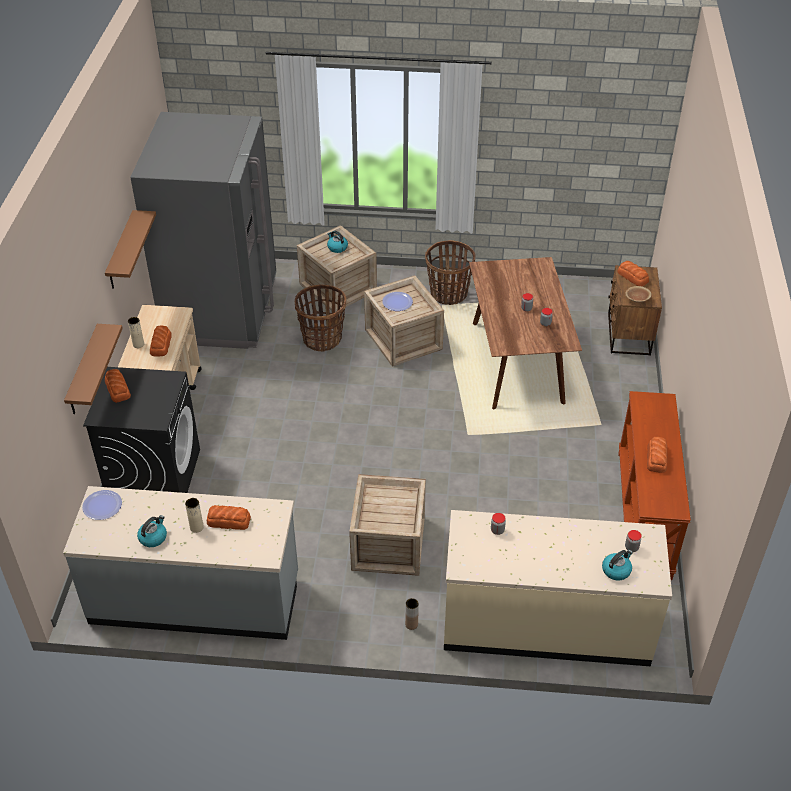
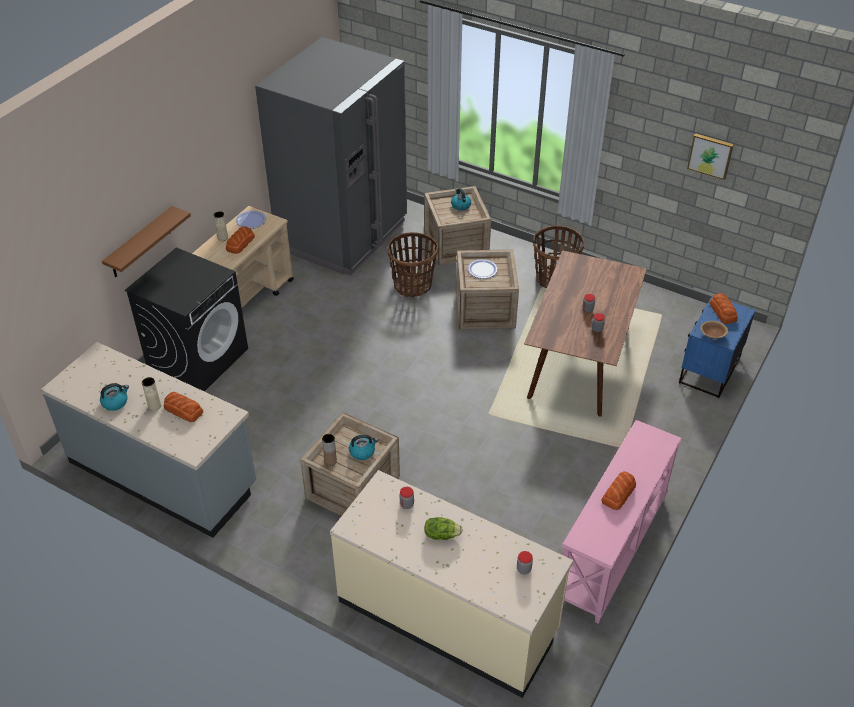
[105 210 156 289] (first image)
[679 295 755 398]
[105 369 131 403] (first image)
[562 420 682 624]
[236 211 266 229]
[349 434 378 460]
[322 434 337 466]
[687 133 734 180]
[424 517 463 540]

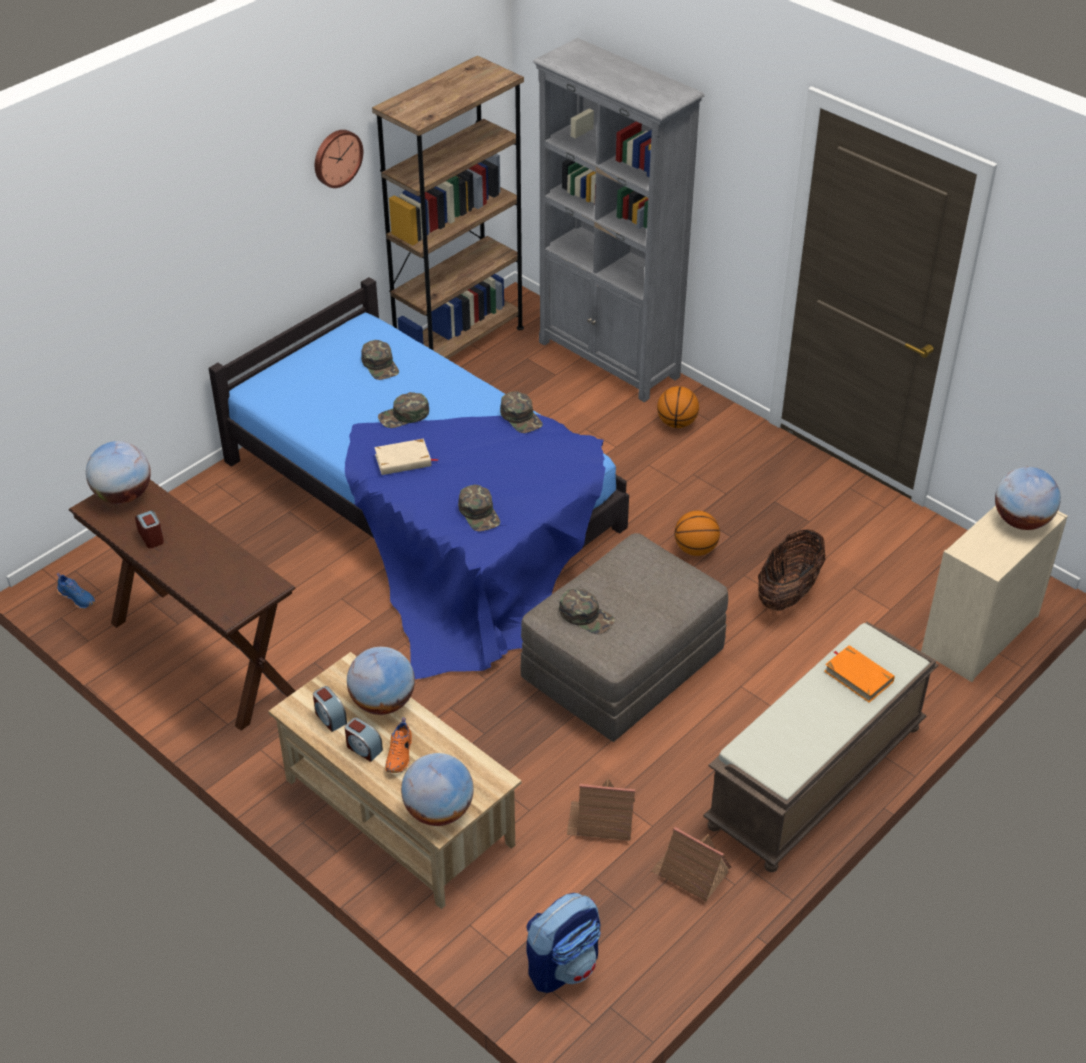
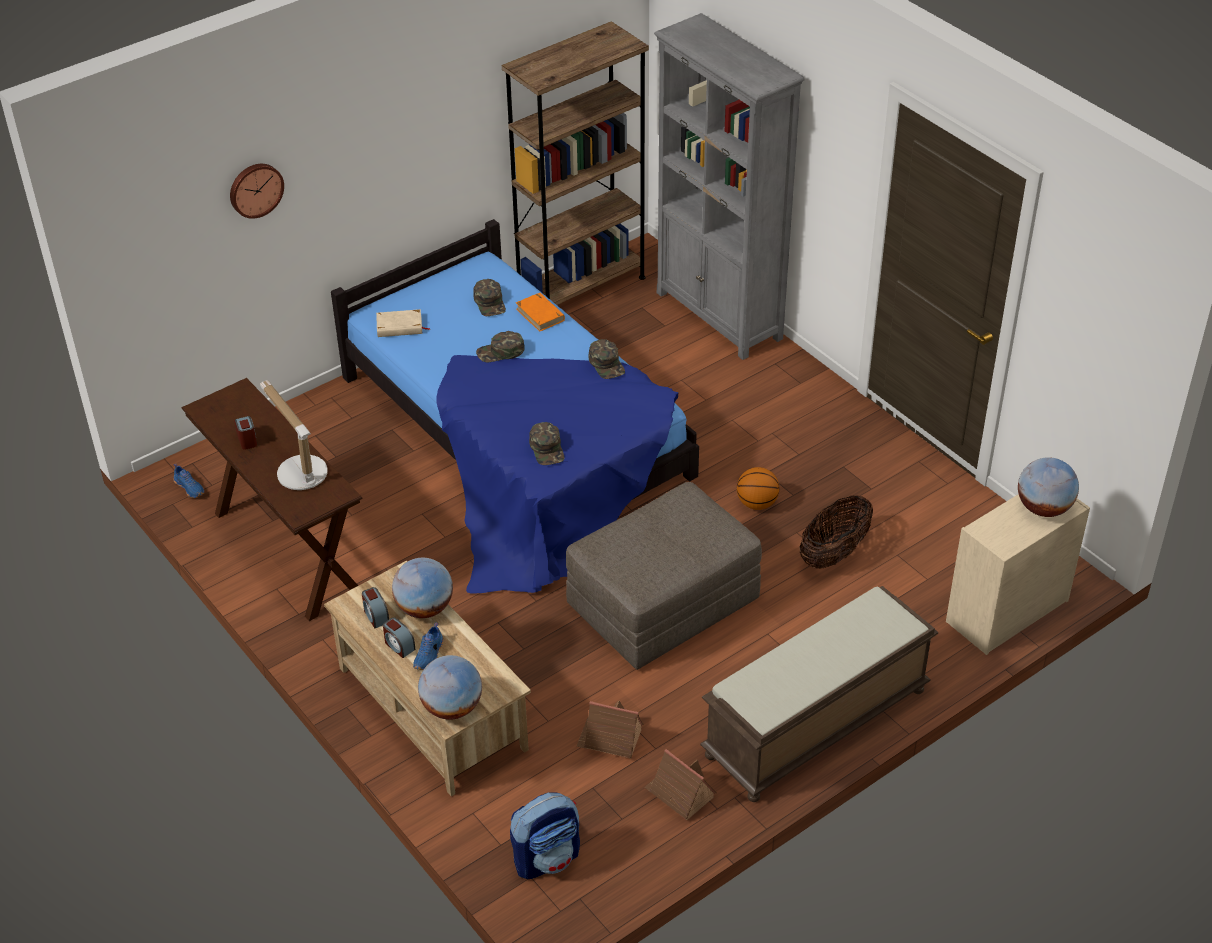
[230 164 284 219]
[657 386 699 428] (first image)
[376 309 430 337]
[86 441 151 504] (first image)
[559 589 615 634] (first image)
[516 292 565 332]
[413 622 443 670]
[260 380 328 490]

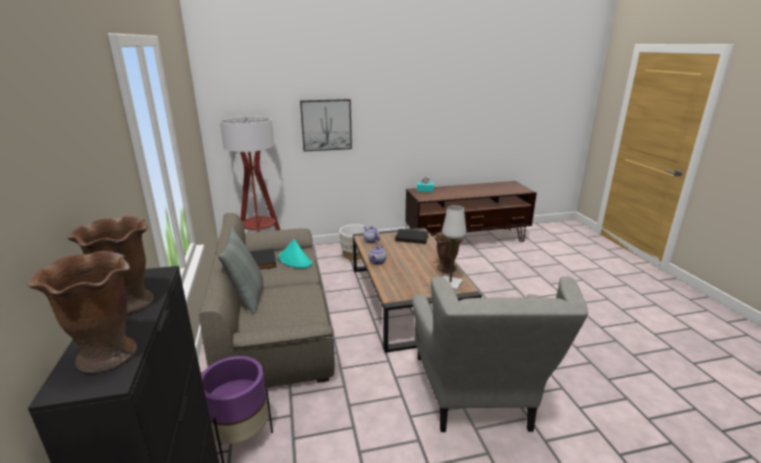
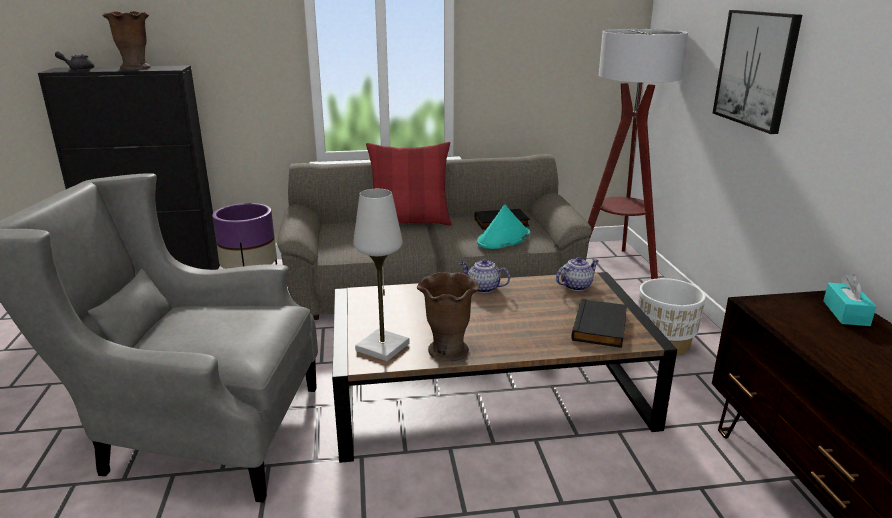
[366 142 452 225]
[55 51 94 71]

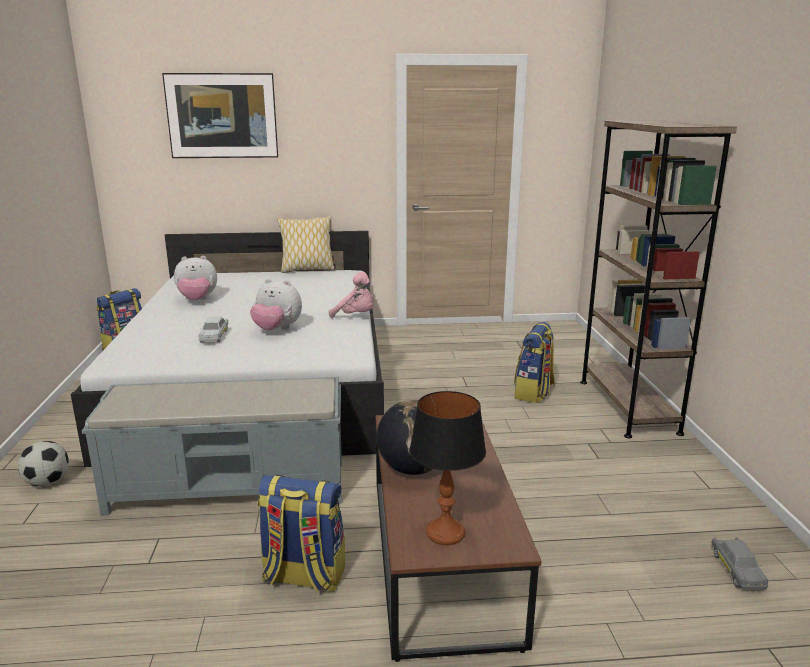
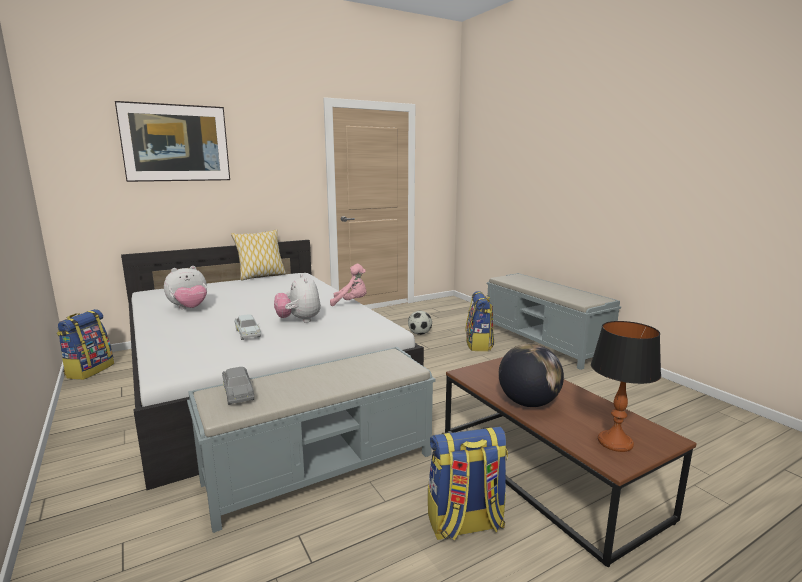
[487 273 621 370]
[274 274 321 322]
[408 311 432 335]
[222 367 254 405]

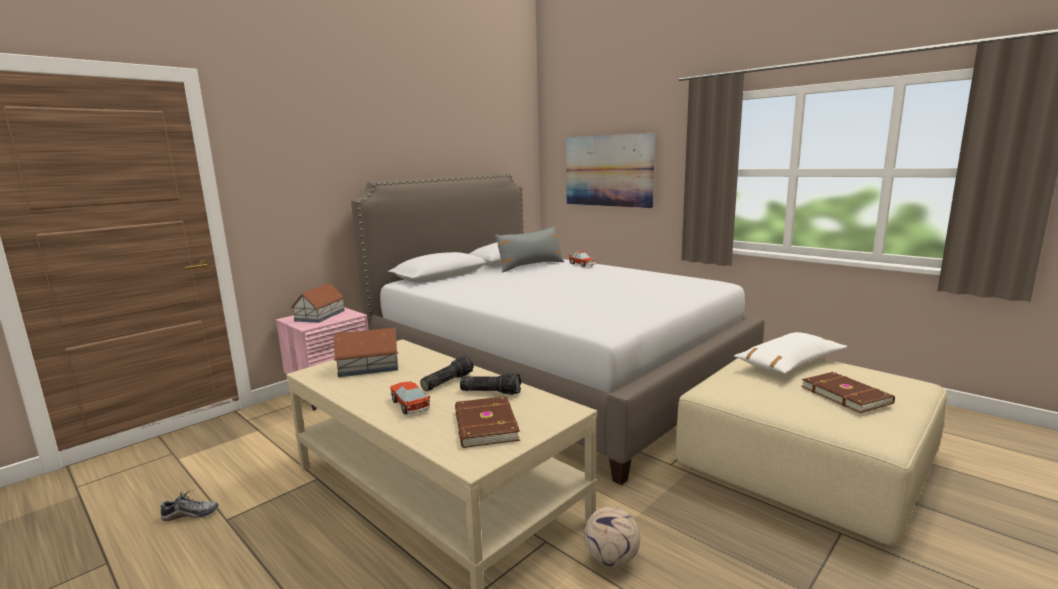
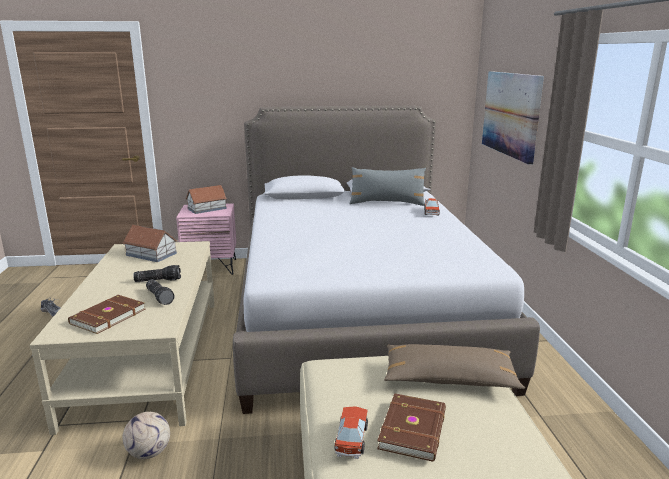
[384 344 525 389]
[334 406 368 459]

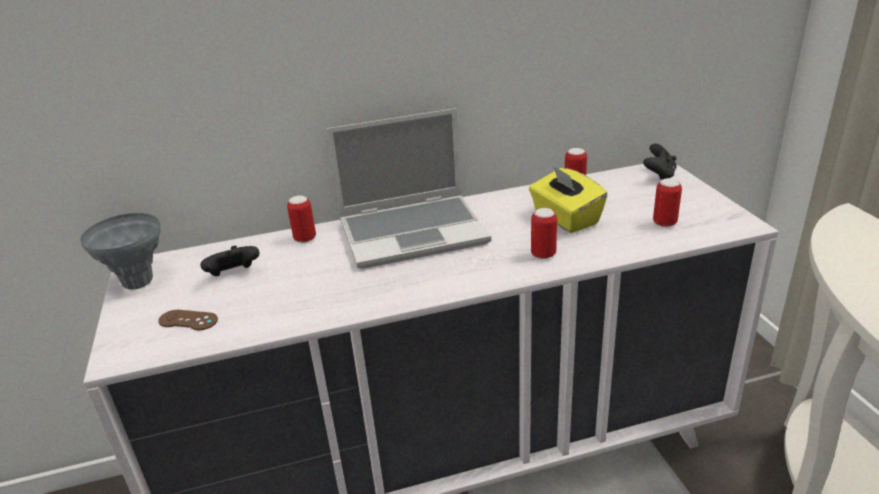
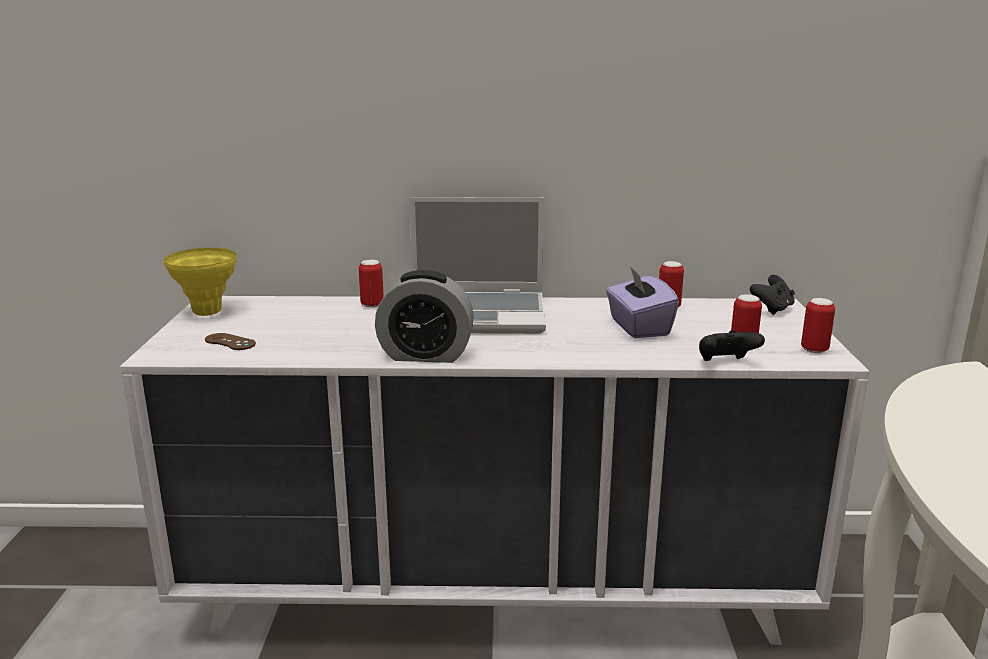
[606 266 679 338]
[801 298 835 353]
[164 248 237 316]
[699 330 765 361]
[375 270 474 363]

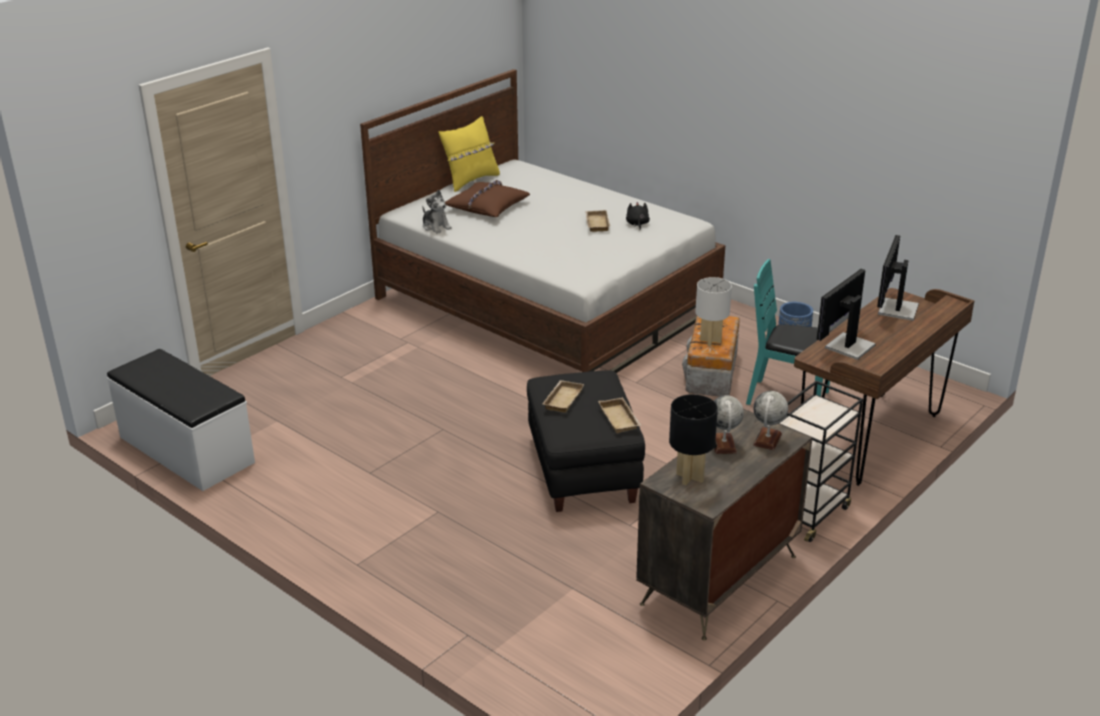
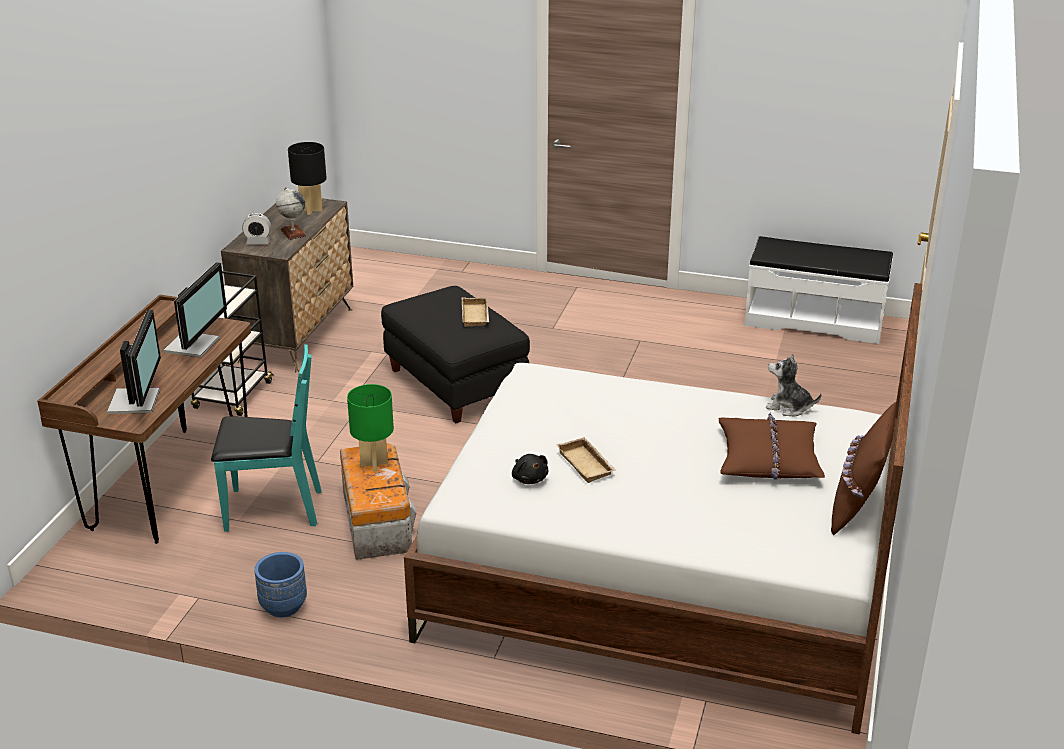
[831 402 896 535]
[347 384 394 472]
[242 213 271 244]
[598 397 641 434] (first image)

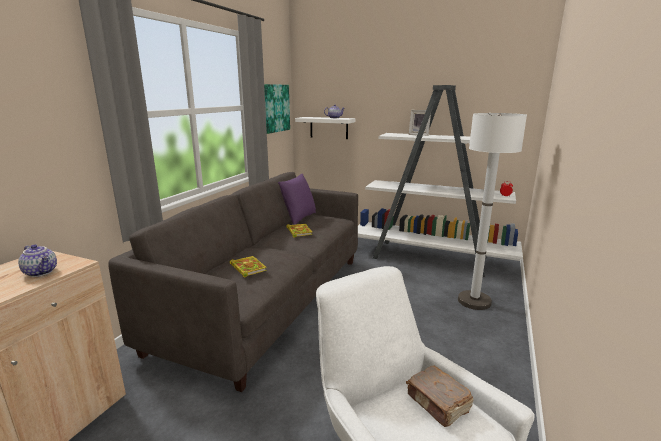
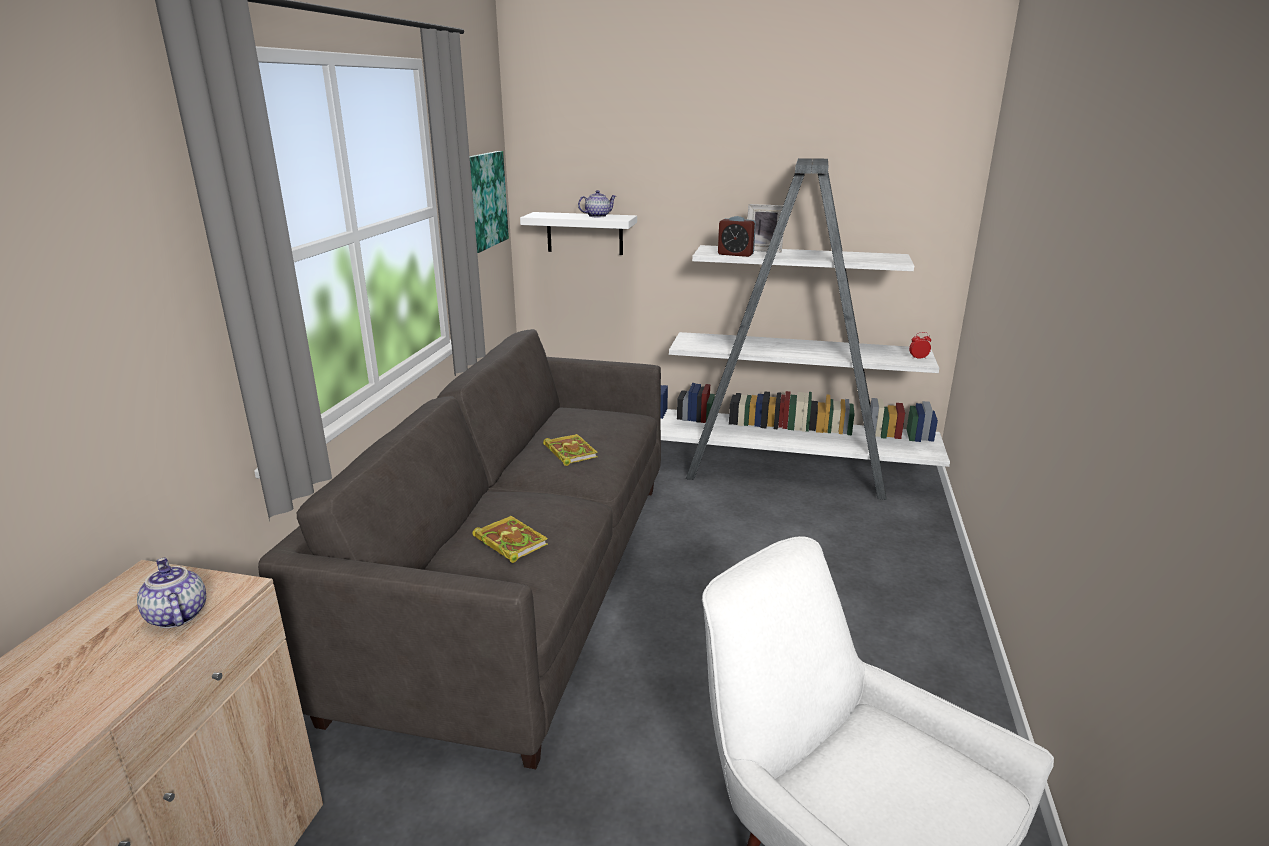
[458 113 527 310] (first image)
[278 174 316 225] (first image)
[137 558 206 628]
[406 366 474 427] (first image)
[718 216 756 257]

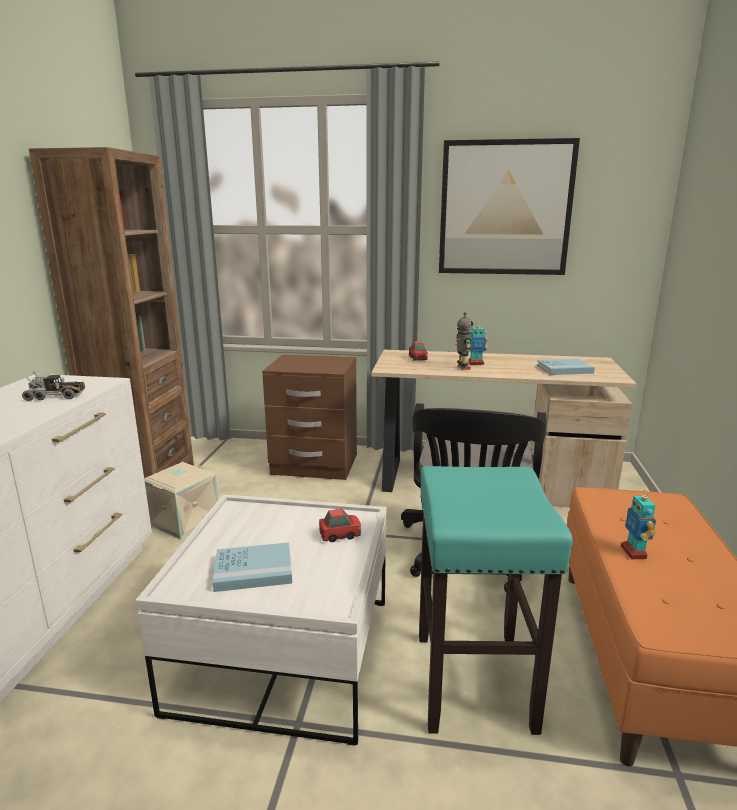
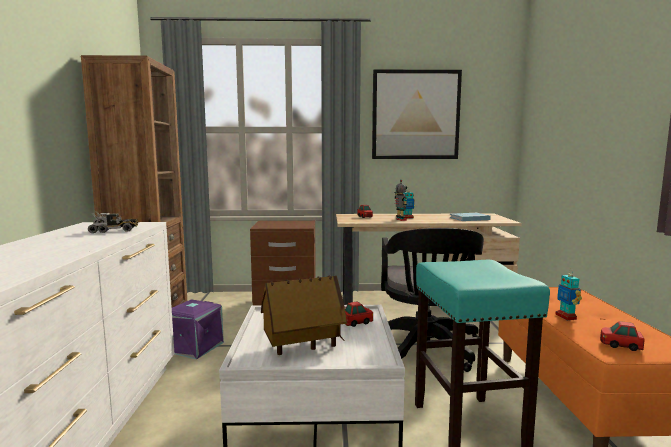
[172 299 224 359]
[261 275 347 355]
[600 321 645 351]

